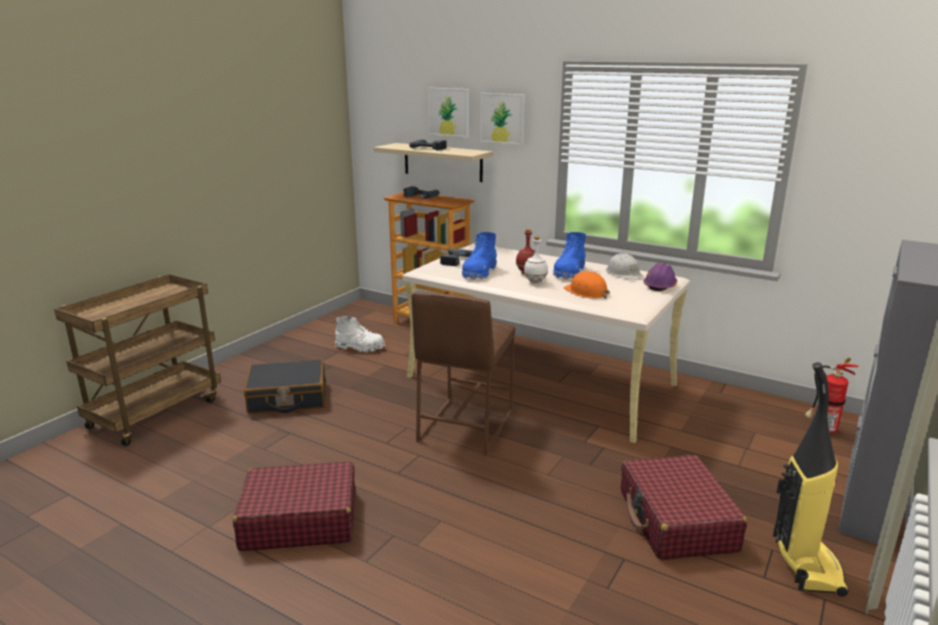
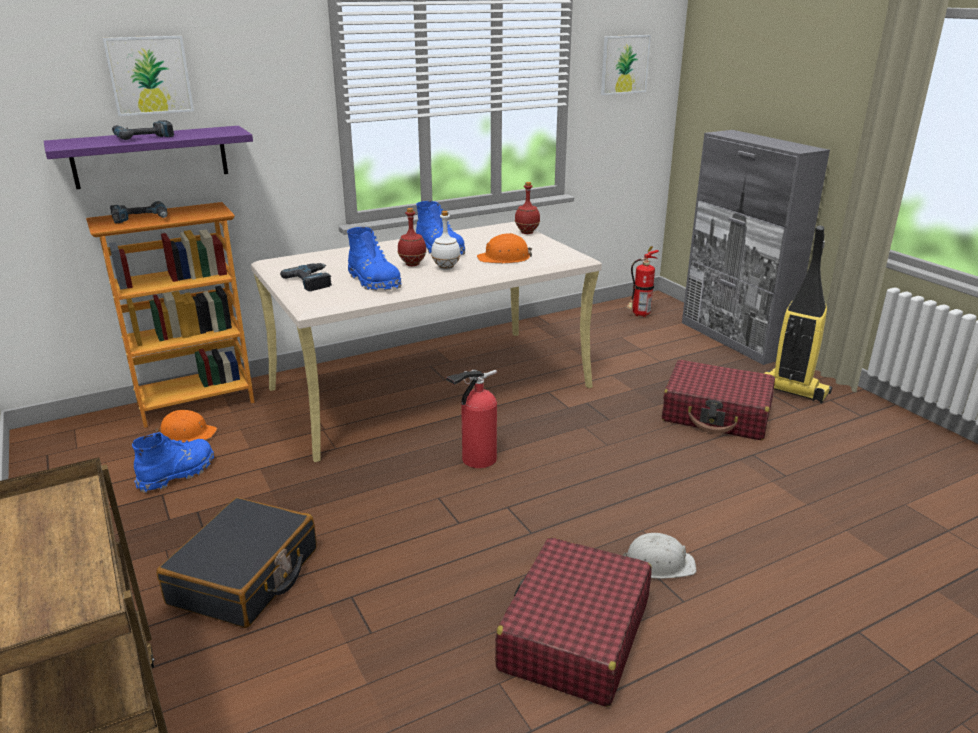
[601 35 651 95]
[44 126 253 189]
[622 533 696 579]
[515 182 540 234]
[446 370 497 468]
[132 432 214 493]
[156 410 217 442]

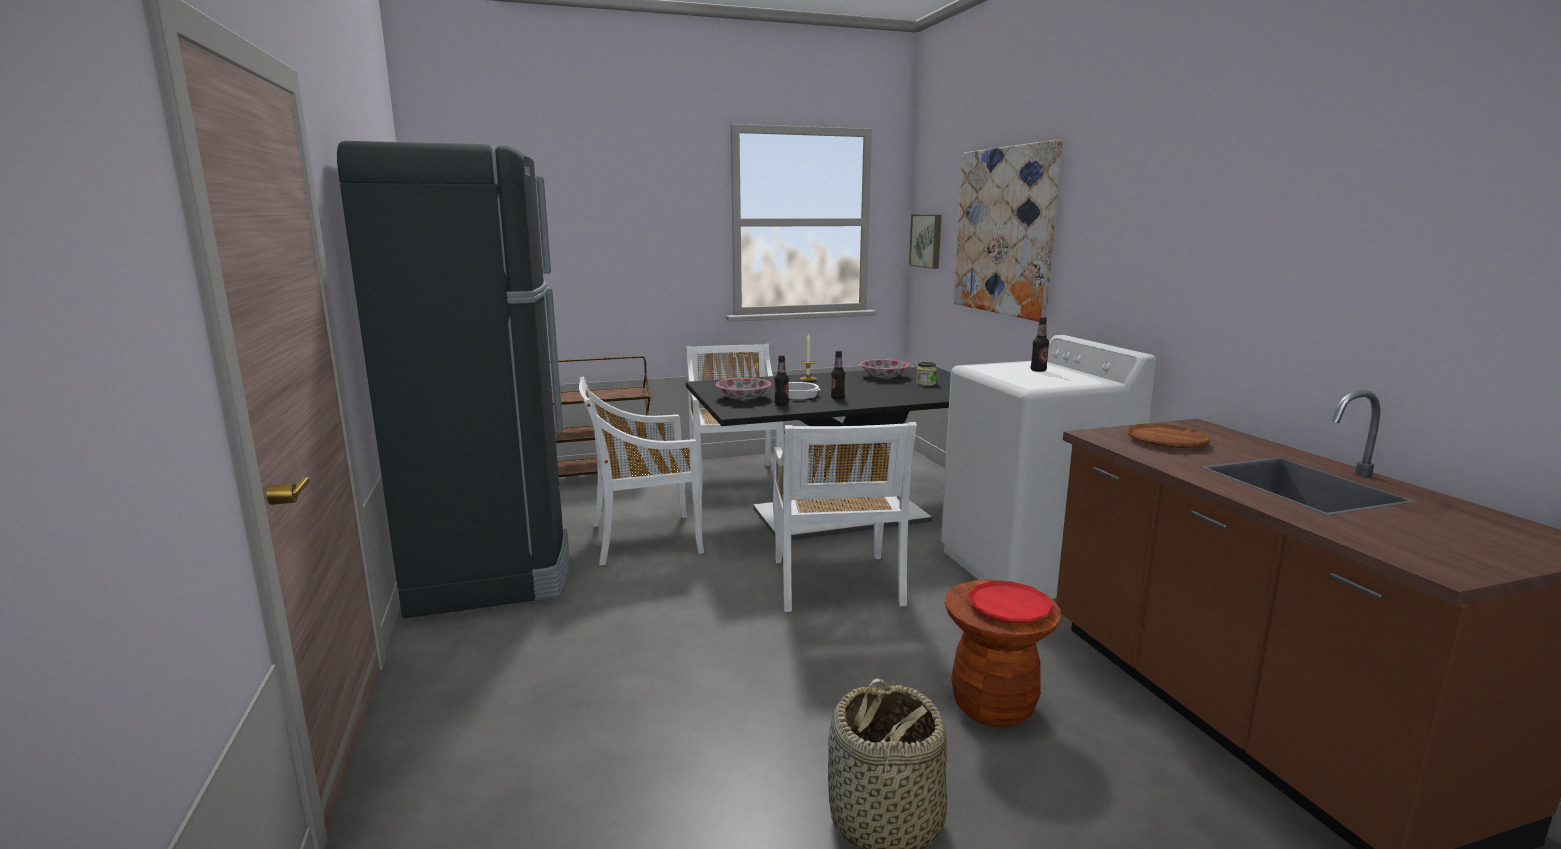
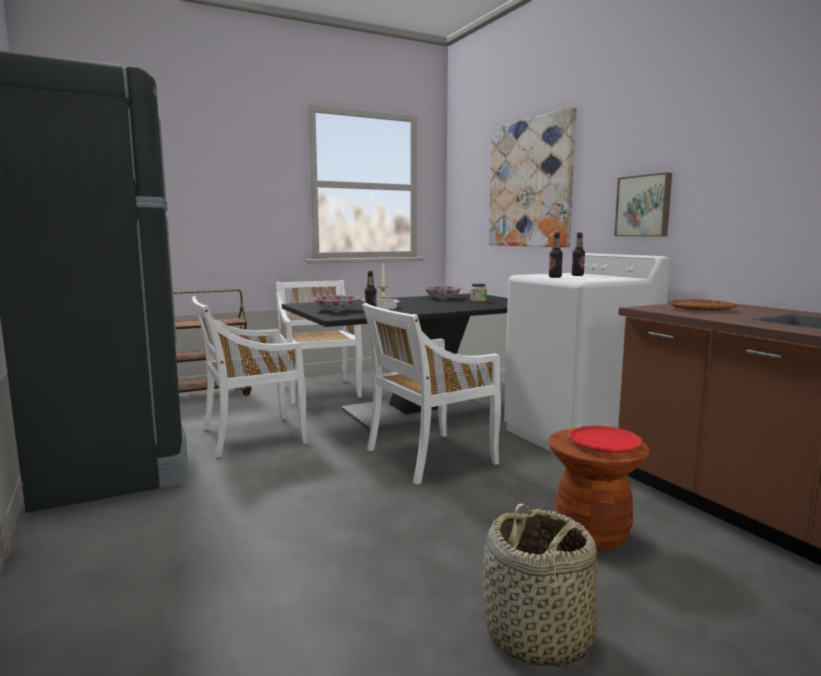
[614 173 672 236]
[549 233 563 278]
[362 303 501 485]

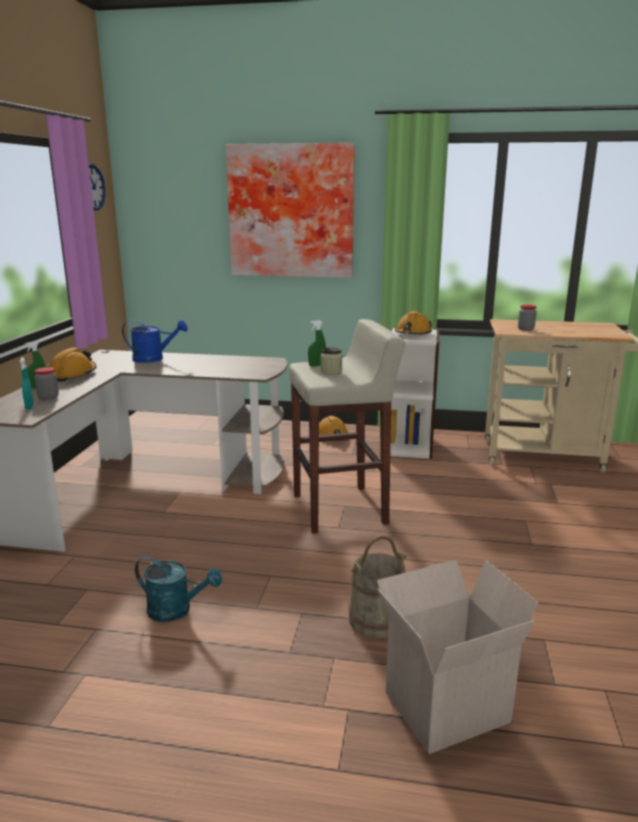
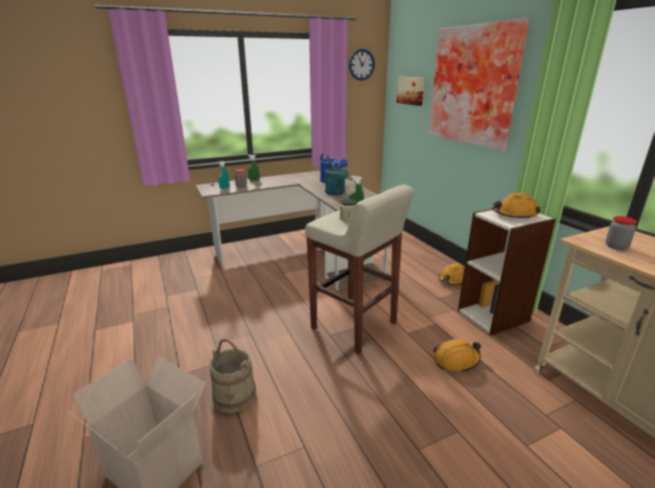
[433 339 481 372]
[325 162 349 195]
[396 77 424 106]

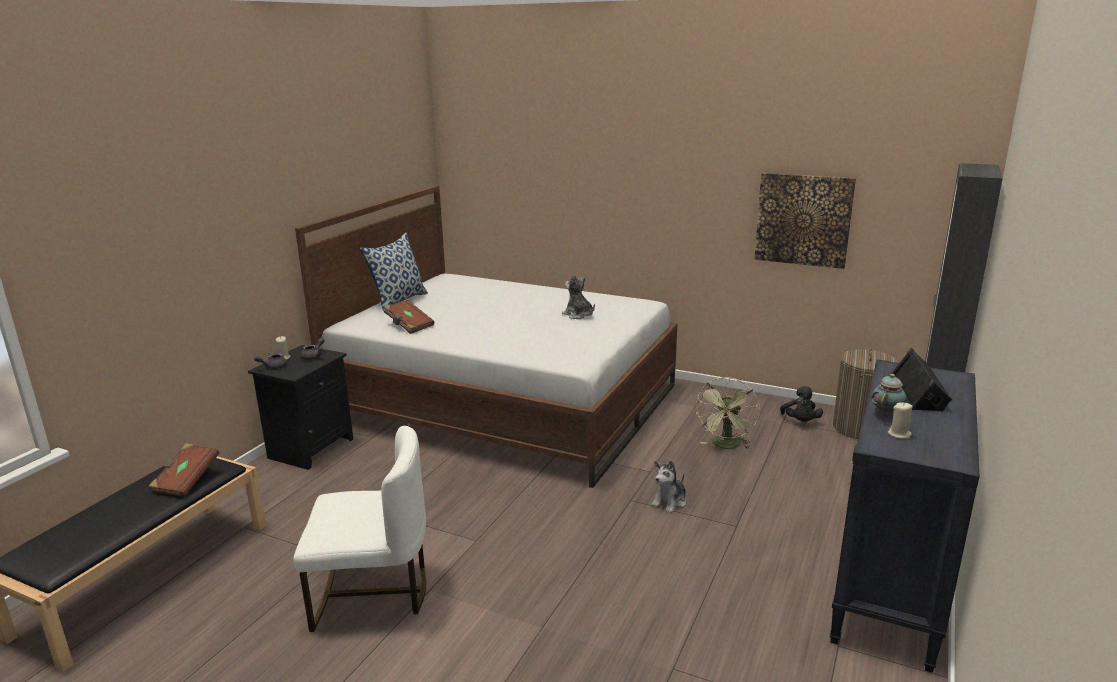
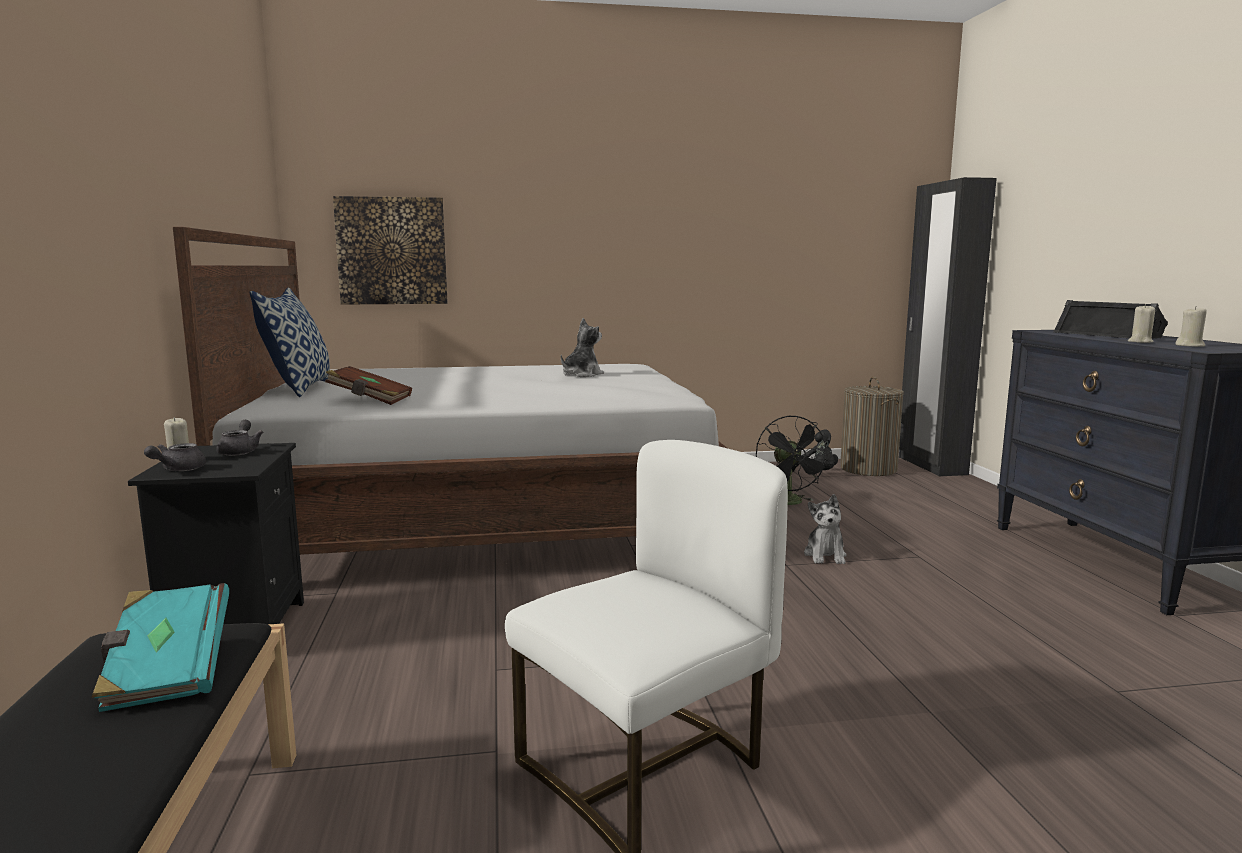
[333 196 448 305]
[561 318 604 377]
[1128 304 1155 343]
[756 415 830 505]
[91 583 229 712]

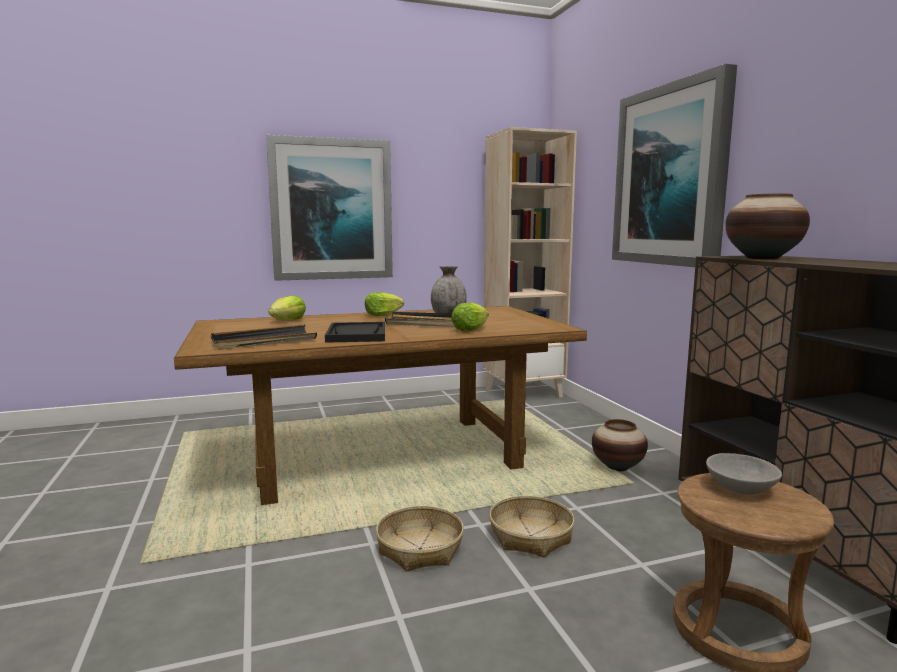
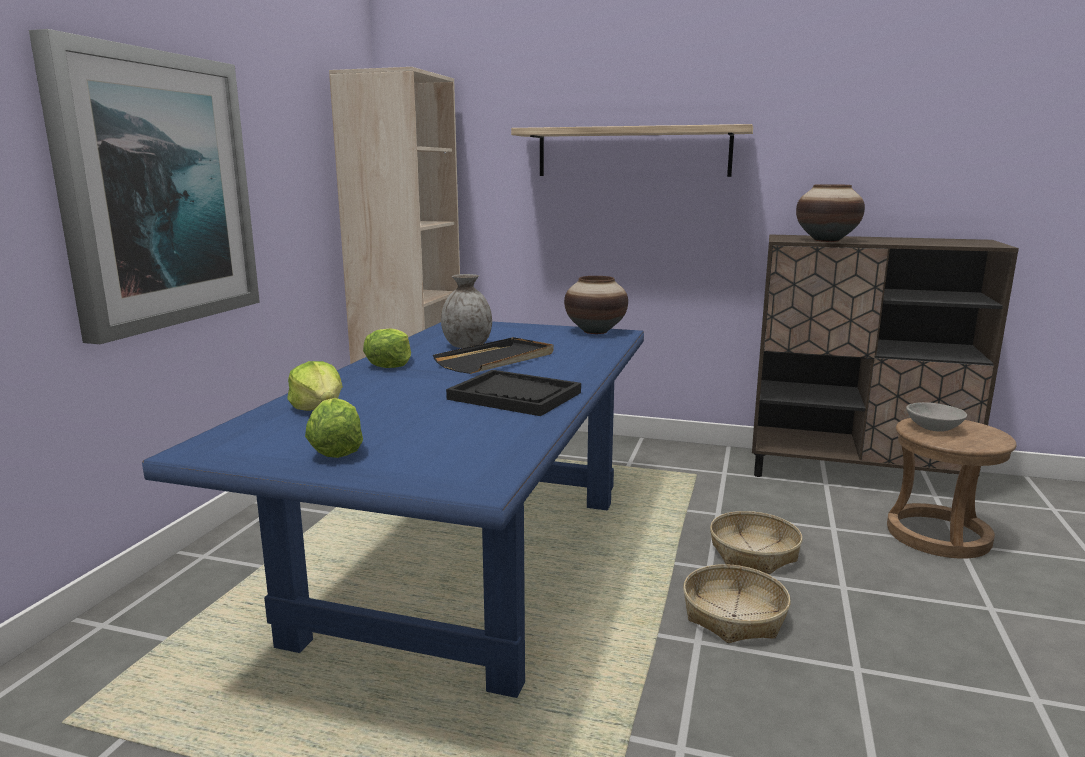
[511 124 753 177]
[305 398 363 458]
[142 322 644 698]
[210 324 317 350] (first image)
[564 276 628 334]

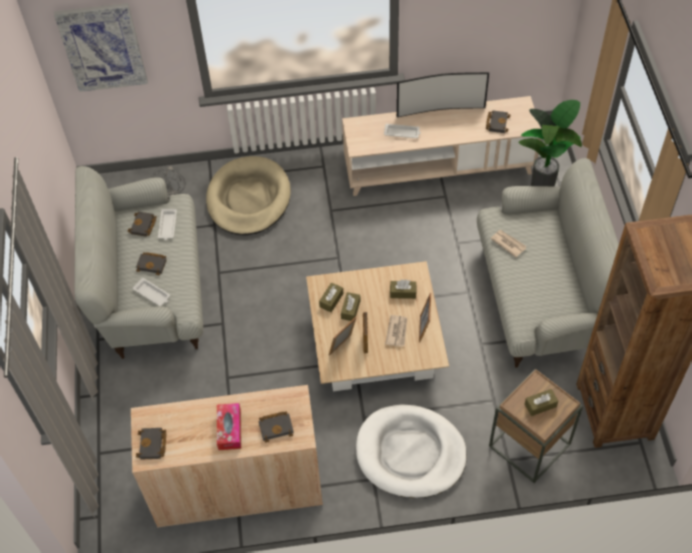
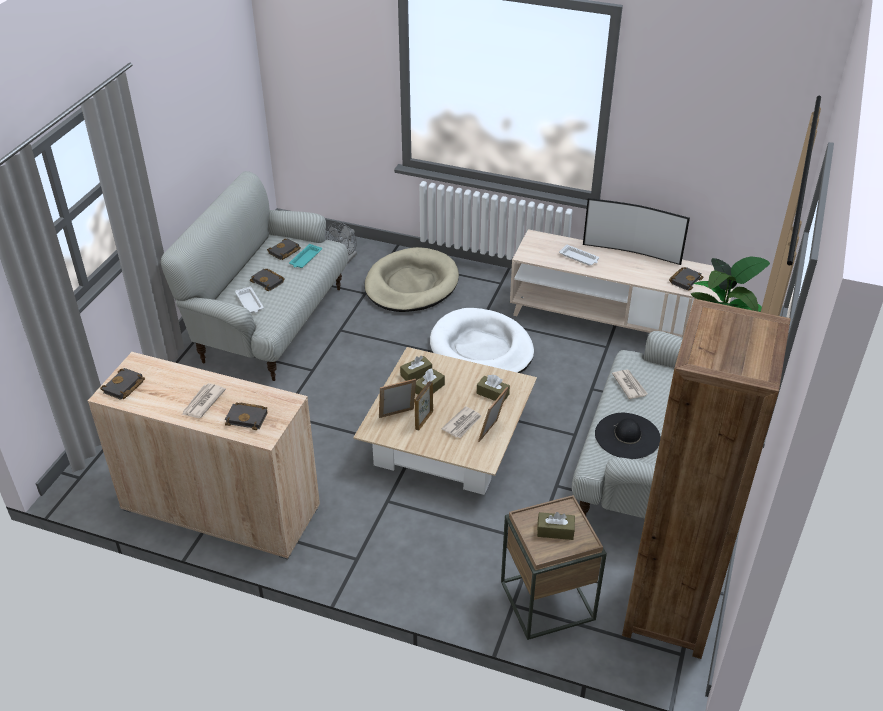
[54 3 148 92] (first image)
[289 244 322 268]
[182 383 226 418]
[430 308 534 373]
[595 413 661 459]

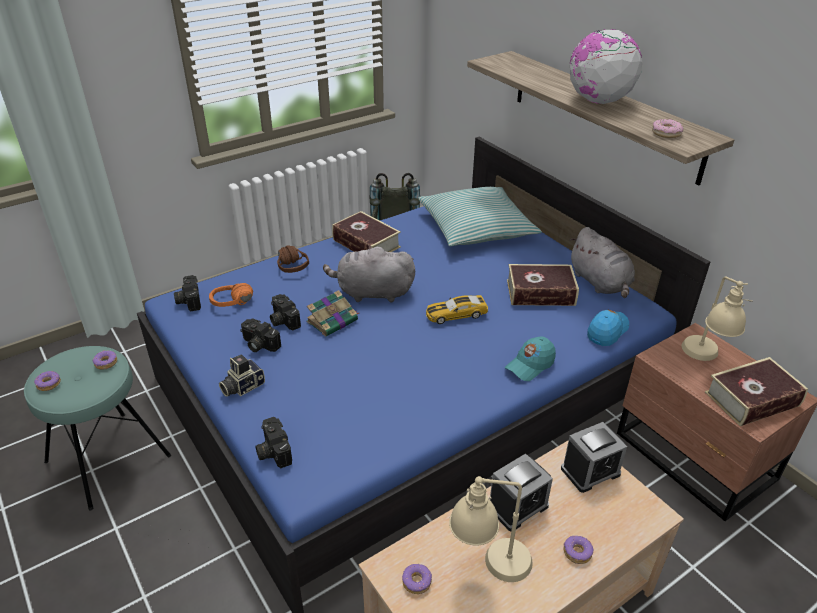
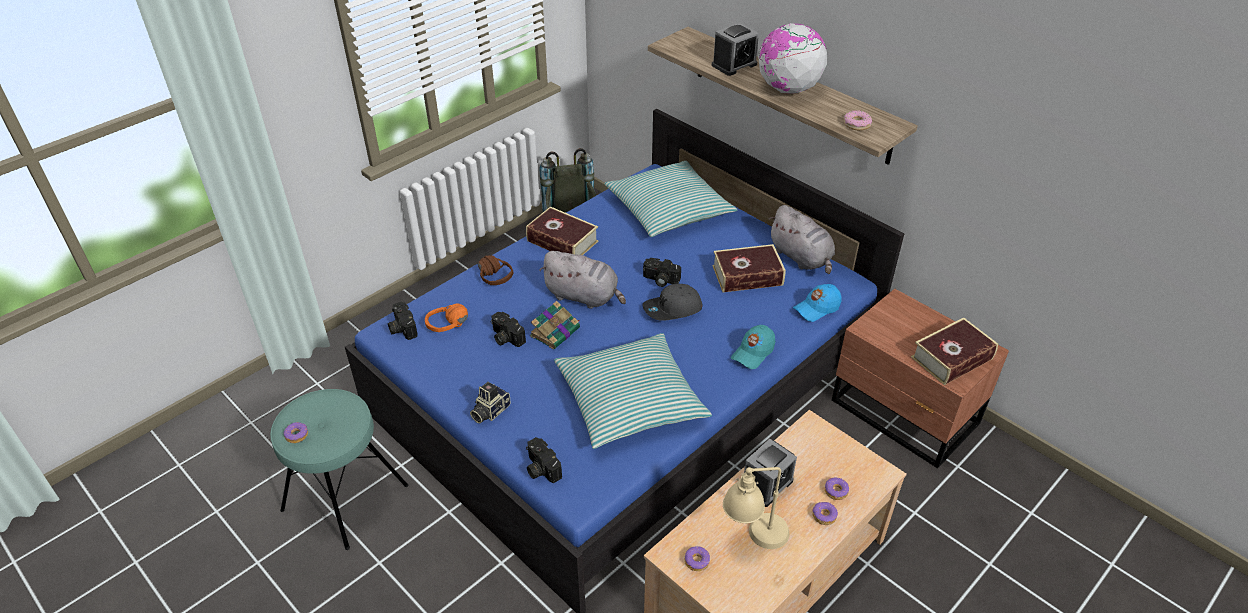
[539 251 626 309]
[682 276 753 361] (first image)
[643 284 703 321]
[793 284 841 322]
[643 258 681 287]
[825 477 849 500]
[712 23 759 76]
[554 333 712 449]

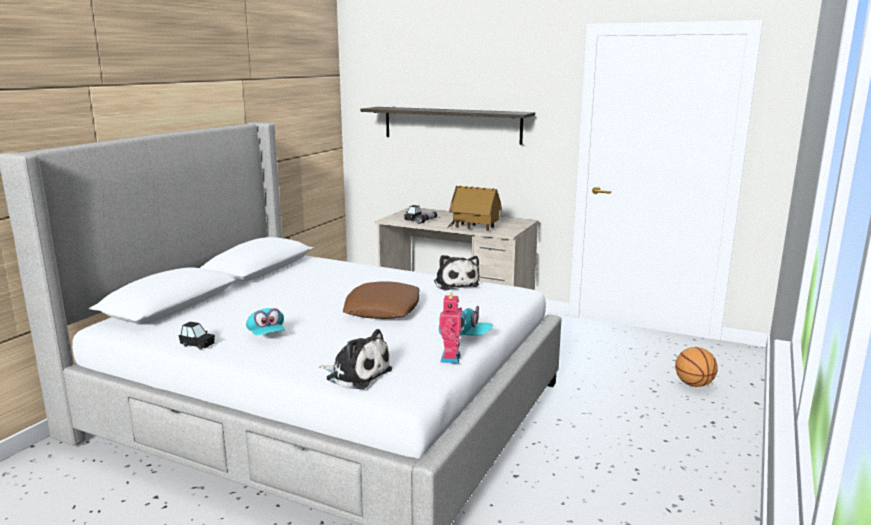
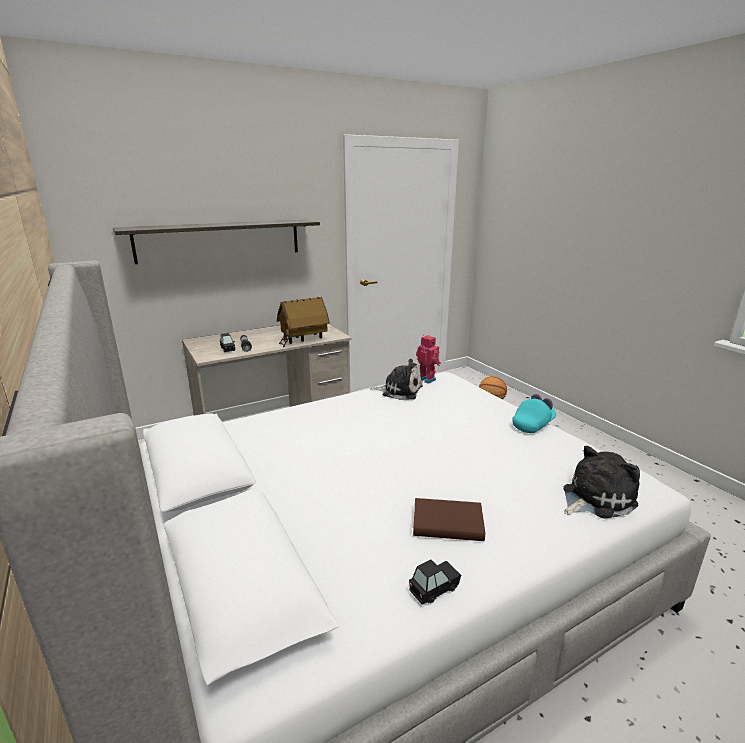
[343 281 420 319] (first image)
[416 334 441 384]
[413 498 485 541]

